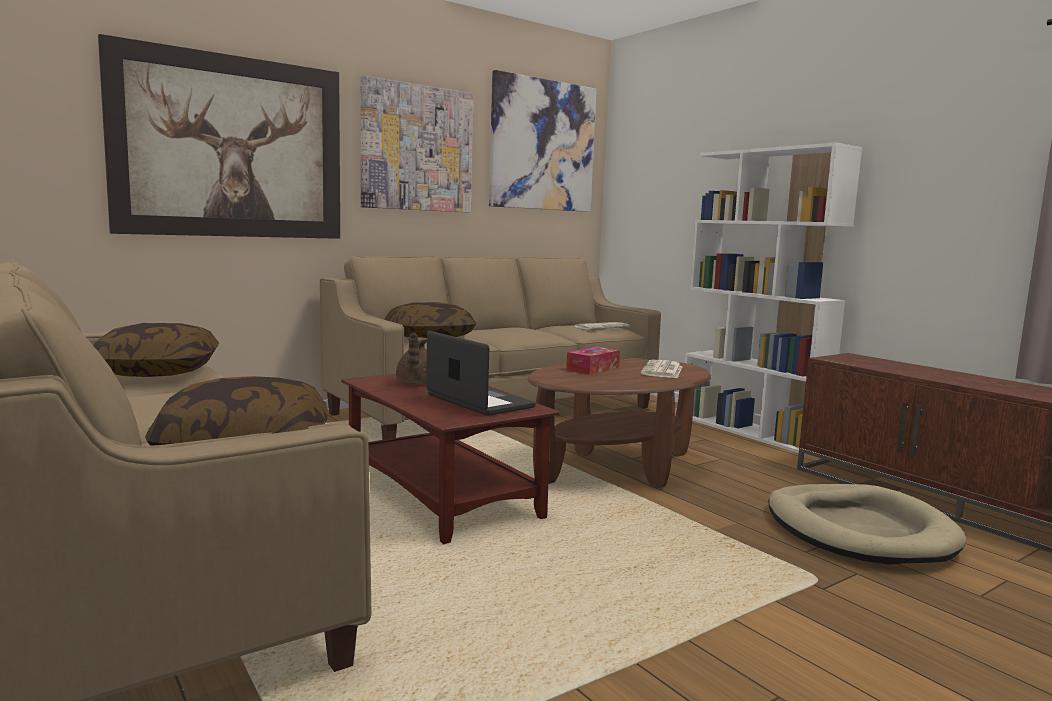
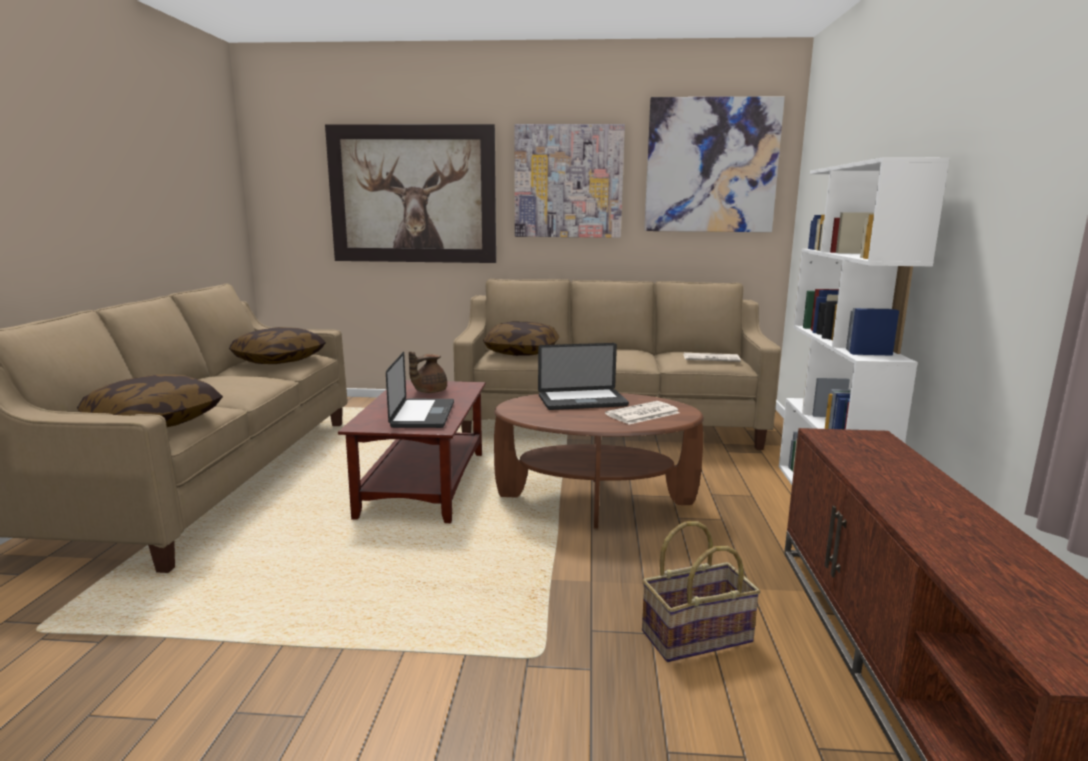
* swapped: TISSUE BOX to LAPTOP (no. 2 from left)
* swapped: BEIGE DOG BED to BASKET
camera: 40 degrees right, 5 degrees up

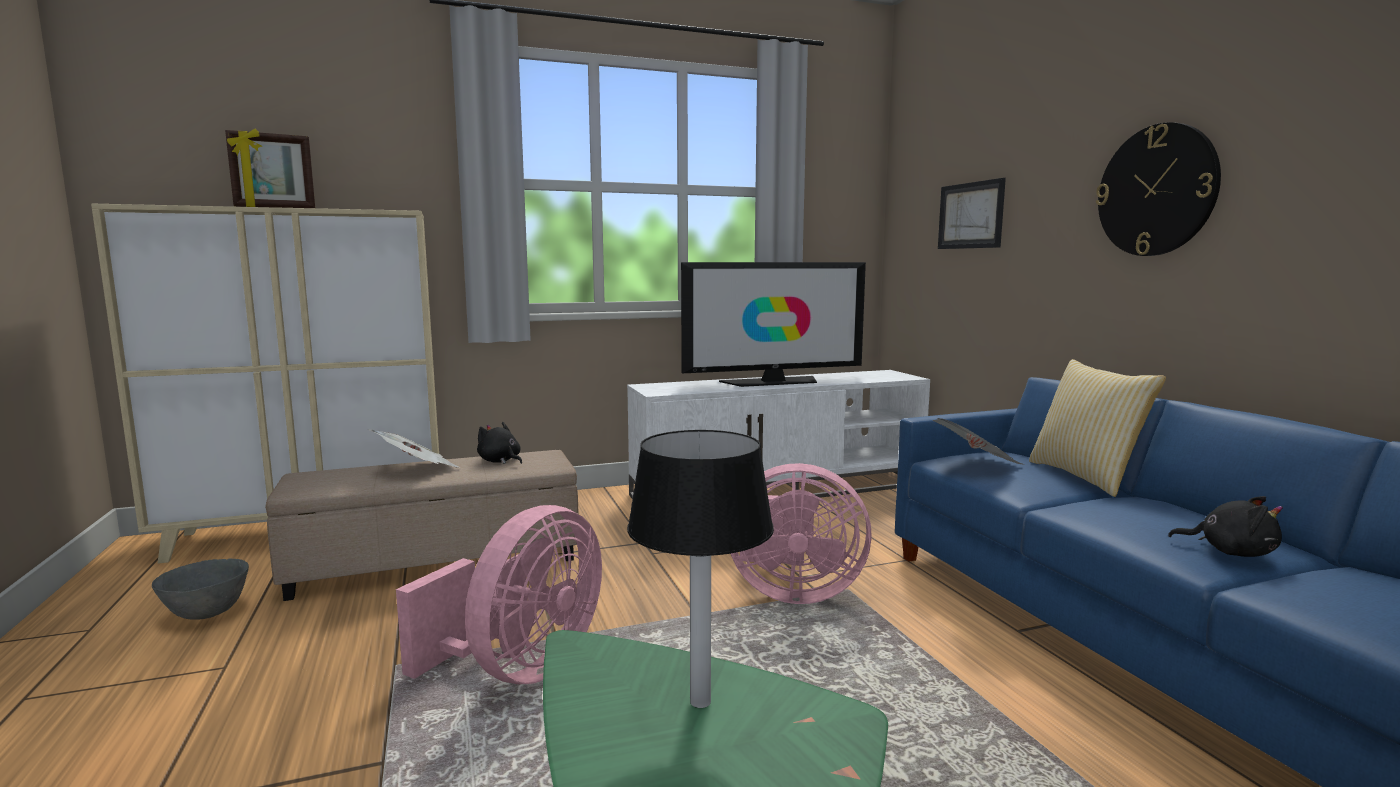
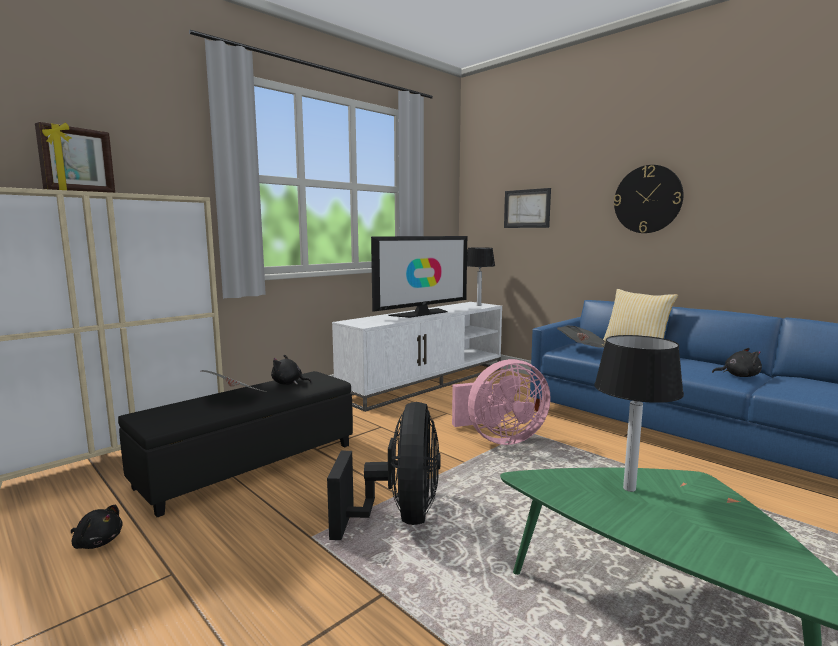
* swapped: GREY BOWL to BLACK PLUSH TOY (no. 1 from left)
* repainted: BEIGE OTTOMAN to BLACK OTTOMAN
* repainted: PINK FAN (no. 1 from left) to BLACK FAN
* new: TABLE LAMP (no. 1 from left)
camera: 25 degrees left, 0 degrees up

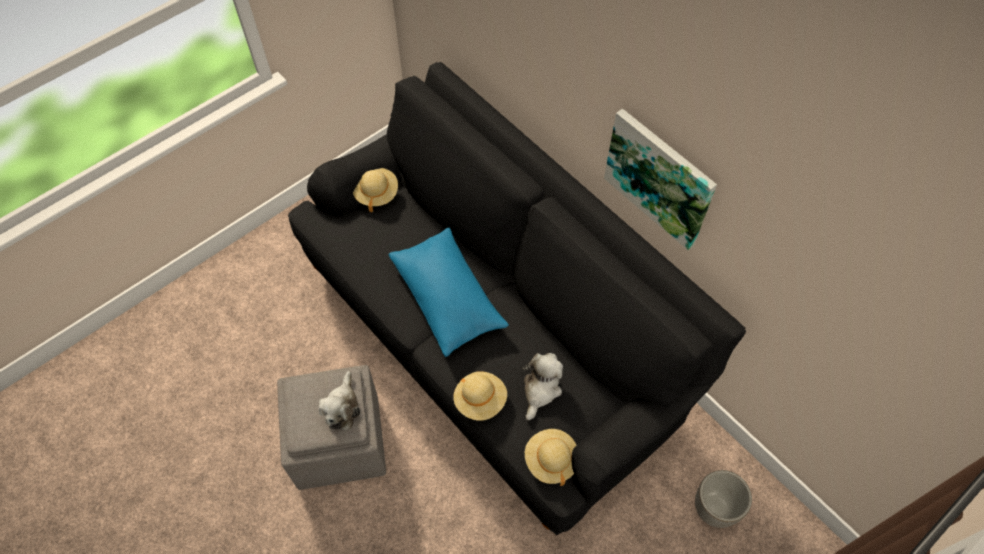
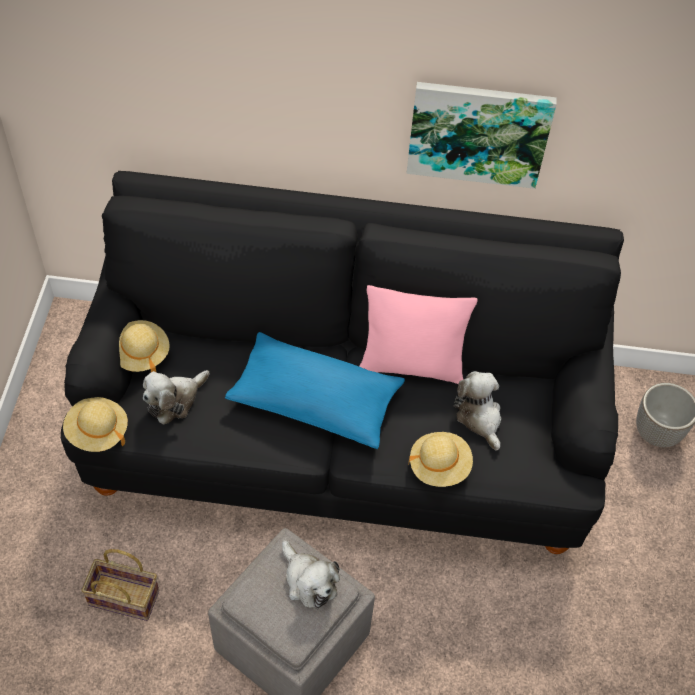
* shifted: BEIGE HAT (no. 3 from left in the first image) to BEIGE HAT (no. 1 from left)
* new: BASKET
* new: PLUSH TOY (no. 1 from left)
* new: PINK PILLOW
camera: 45 degrees left, 5 degrees down

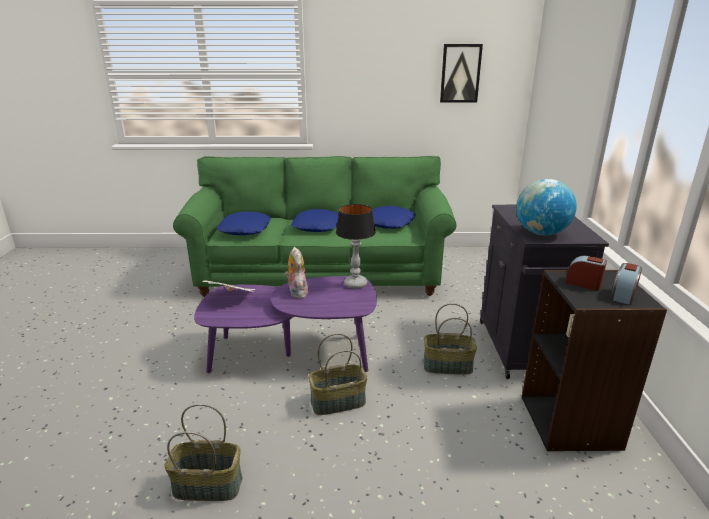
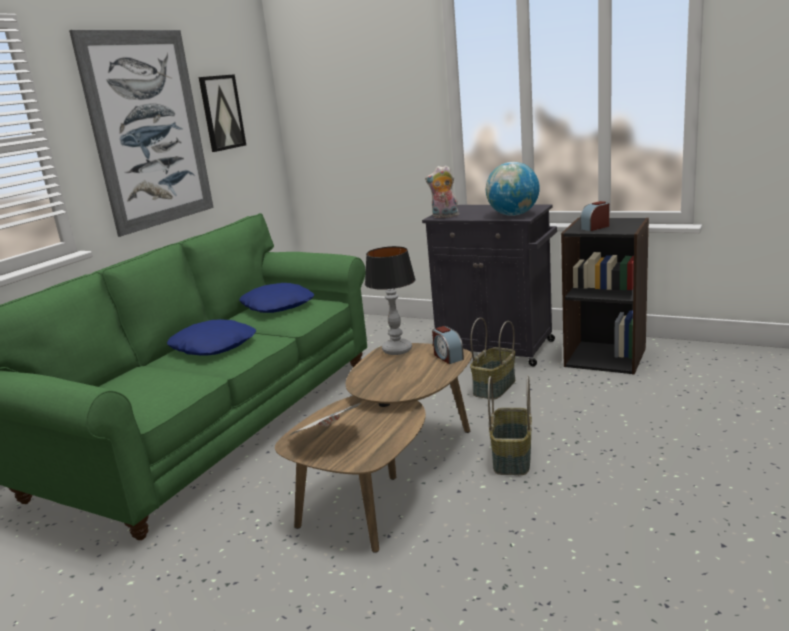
* new: PICTURE (no. 1 from left)
* repainted: PURPLE COFFEE TABLE to BROWN COFFEE TABLE
* shifted: PLUSH TOY
* shifted: ALARM CLOCK (no. 2 from left in the first image) to ALARM CLOCK (no. 1 from left)
* gone: BASKET (no. 1 from left)
* gone: BLUE PILLOW (no. 1 from left)
camera: 60 degrees left, 5 degrees down

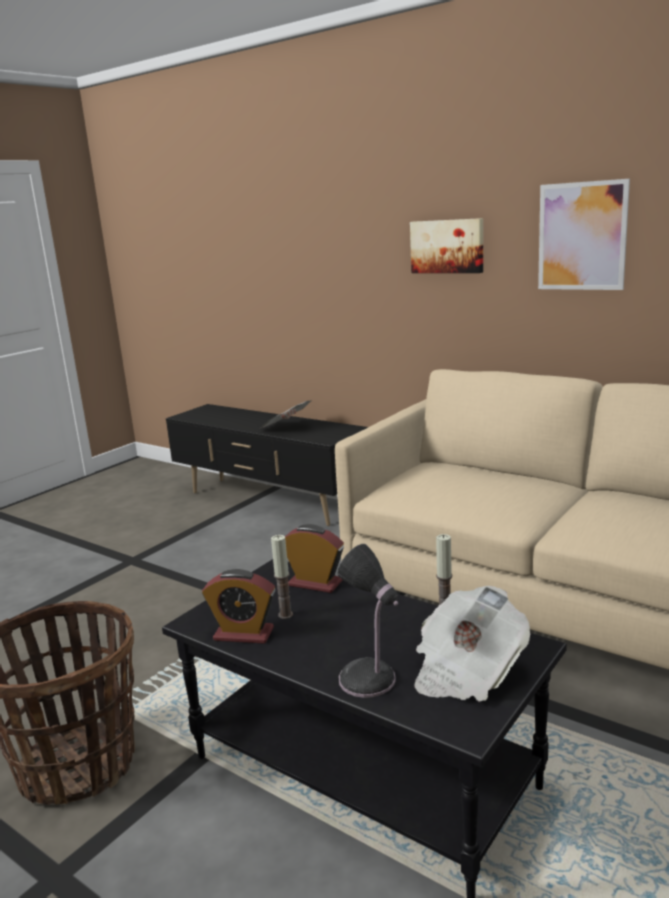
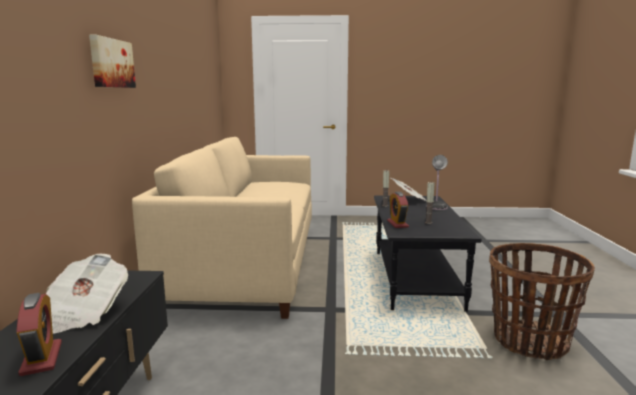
* shifted: ALARM CLOCK (no. 1 from left)
* gone: PICTURE (no. 2 from left)
camera: 125 degrees left, 5 degrees down

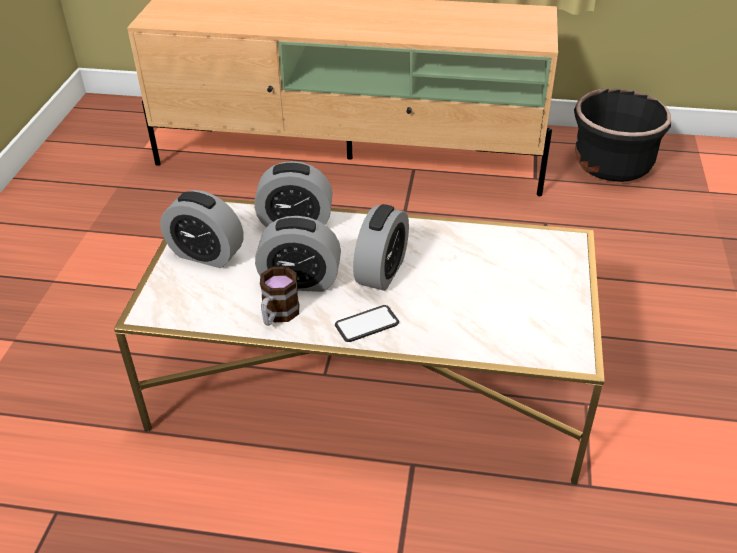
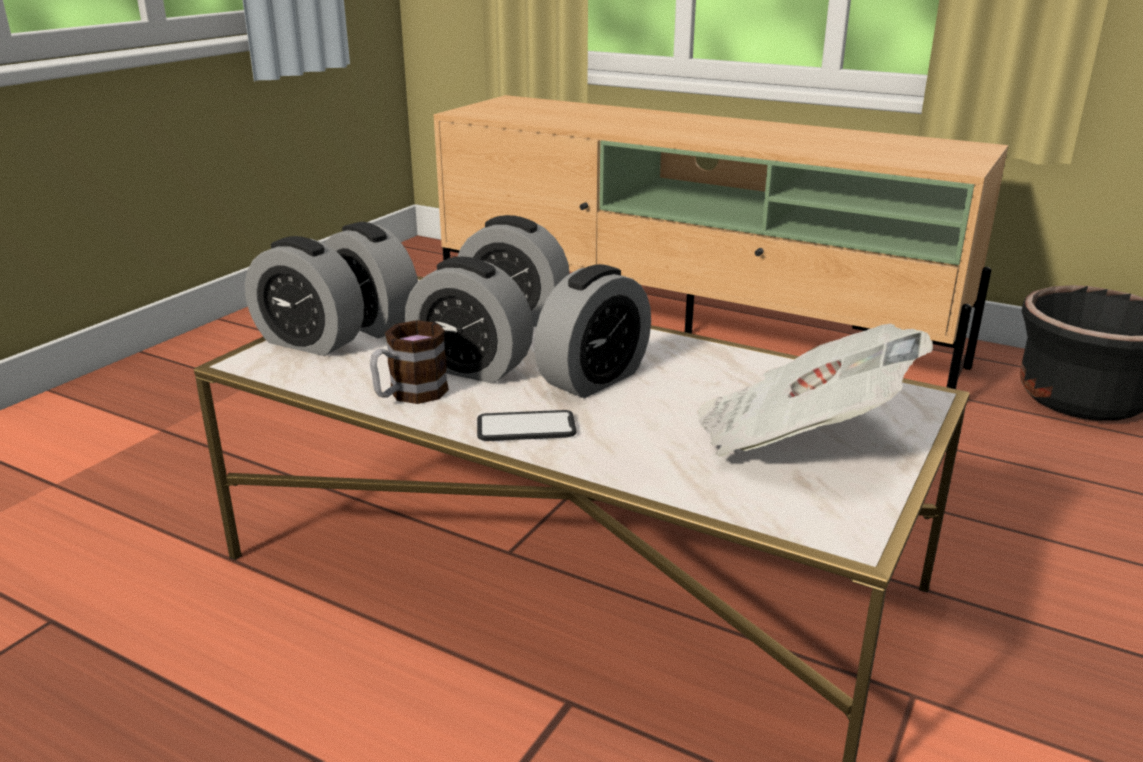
* new: ALARM CLOCK (no. 1 from left)
* new: NEWSPAPER
camera: 20 degrees right, 15 degrees down

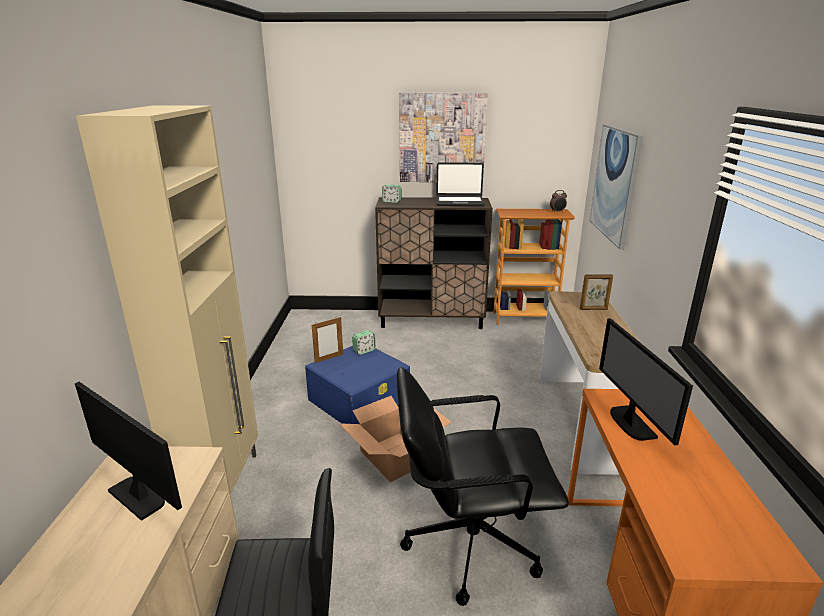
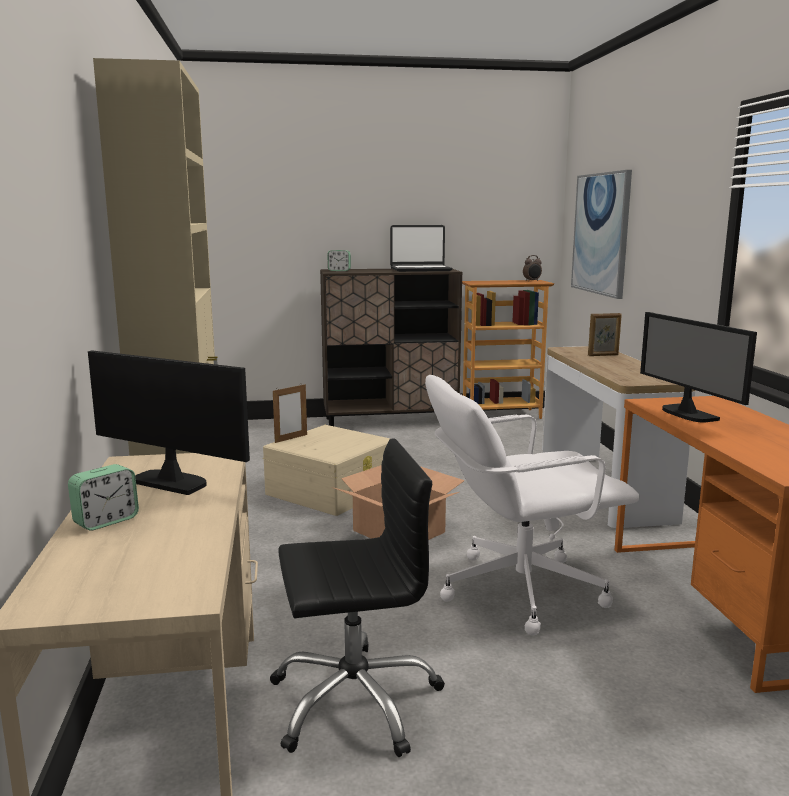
* shifted: ALARM CLOCK (no. 1 from left)
* repainted: BLUE STORAGE BOX to BEIGE STORAGE BOX
* repainted: BLACK OFFICE CHAIR (no. 2 from left) to WHITE OFFICE CHAIR
* gone: PICTURE (no. 1 from left)
camera: 10 degrees left, 10 degrees down

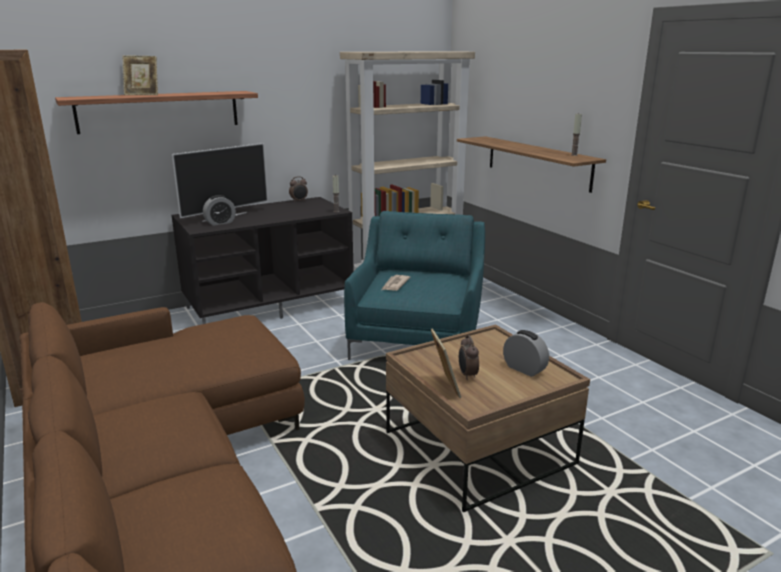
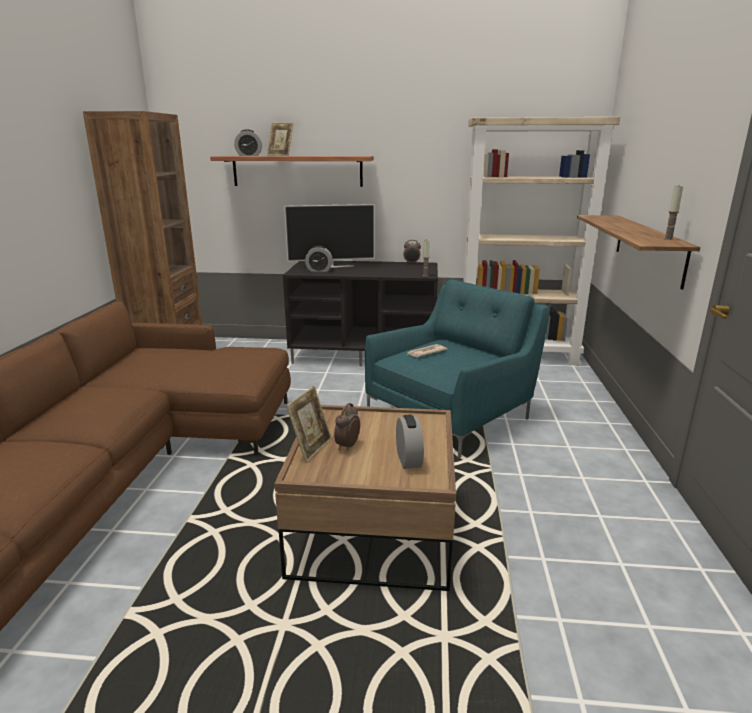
* new: ALARM CLOCK (no. 1 from left)
camera: 35 degrees right, 0 degrees up

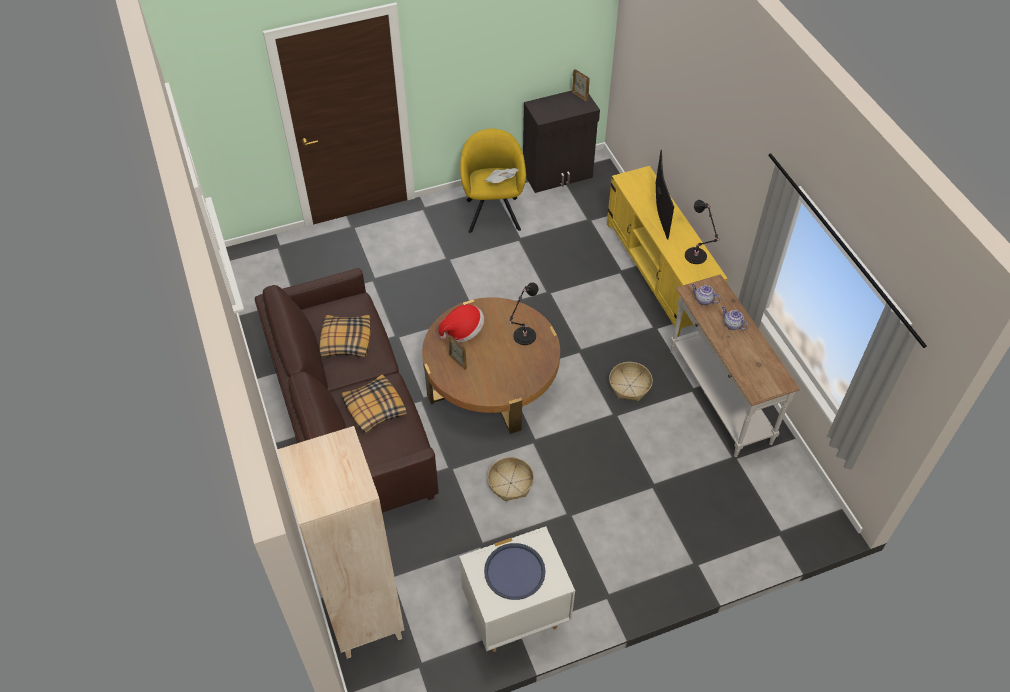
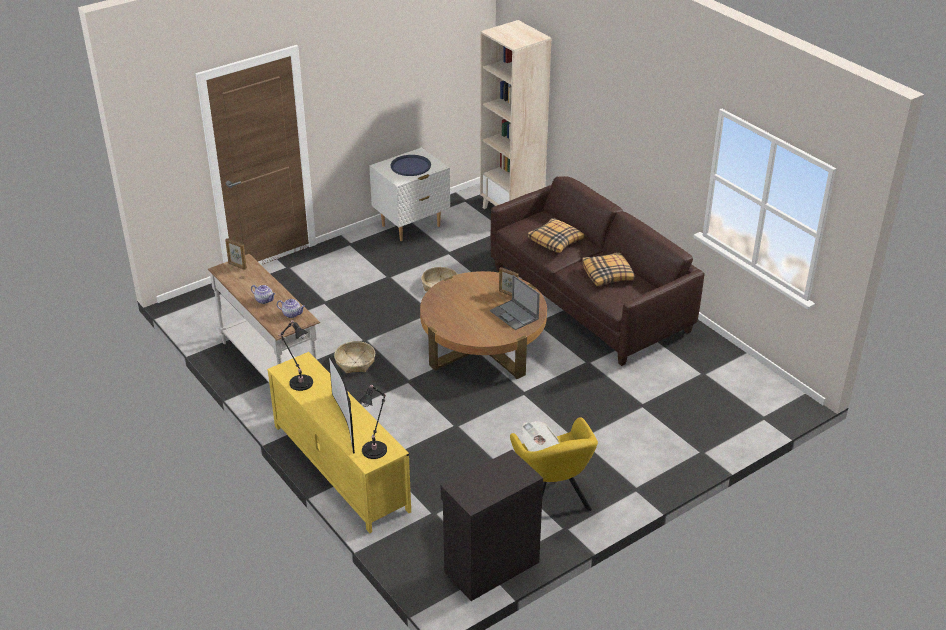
* shifted: PICTURE FRAME (no. 2 from left in the first image) to PICTURE FRAME (no. 1 from left)
* shifted: BLACK TABLE LAMP (no. 1 from left in the first image) to BLACK TABLE LAMP (no. 2 from left)
* swapped: HAT to LAPTOP
camera: 165 degrees right, 15 degrees down

